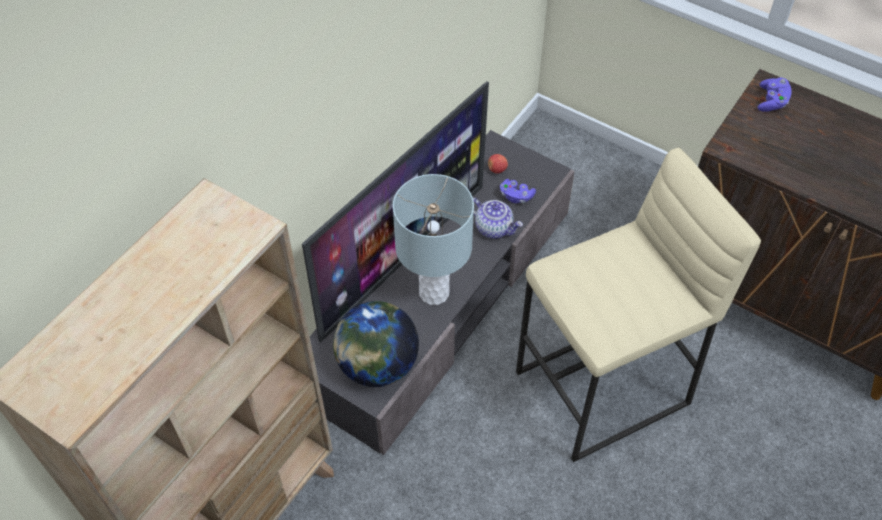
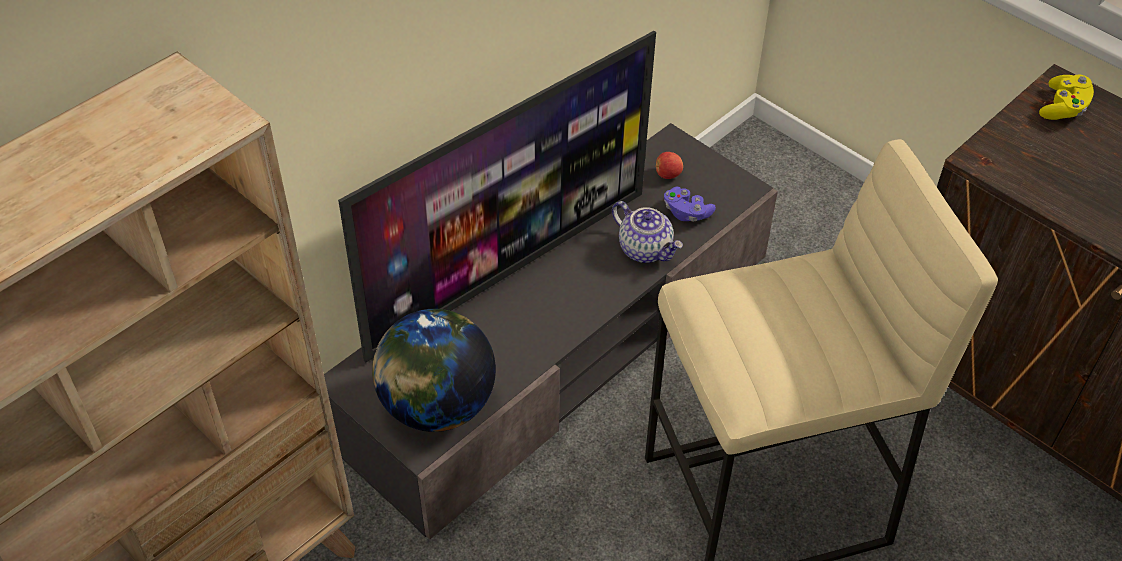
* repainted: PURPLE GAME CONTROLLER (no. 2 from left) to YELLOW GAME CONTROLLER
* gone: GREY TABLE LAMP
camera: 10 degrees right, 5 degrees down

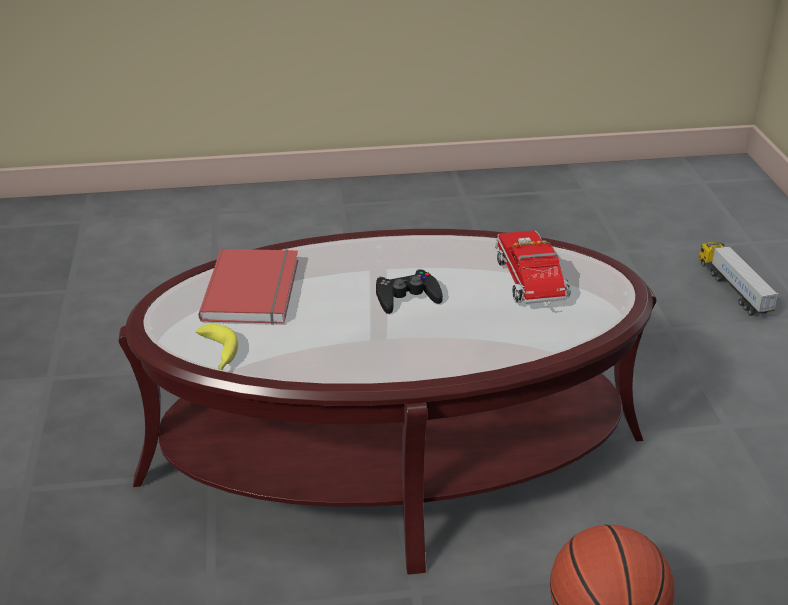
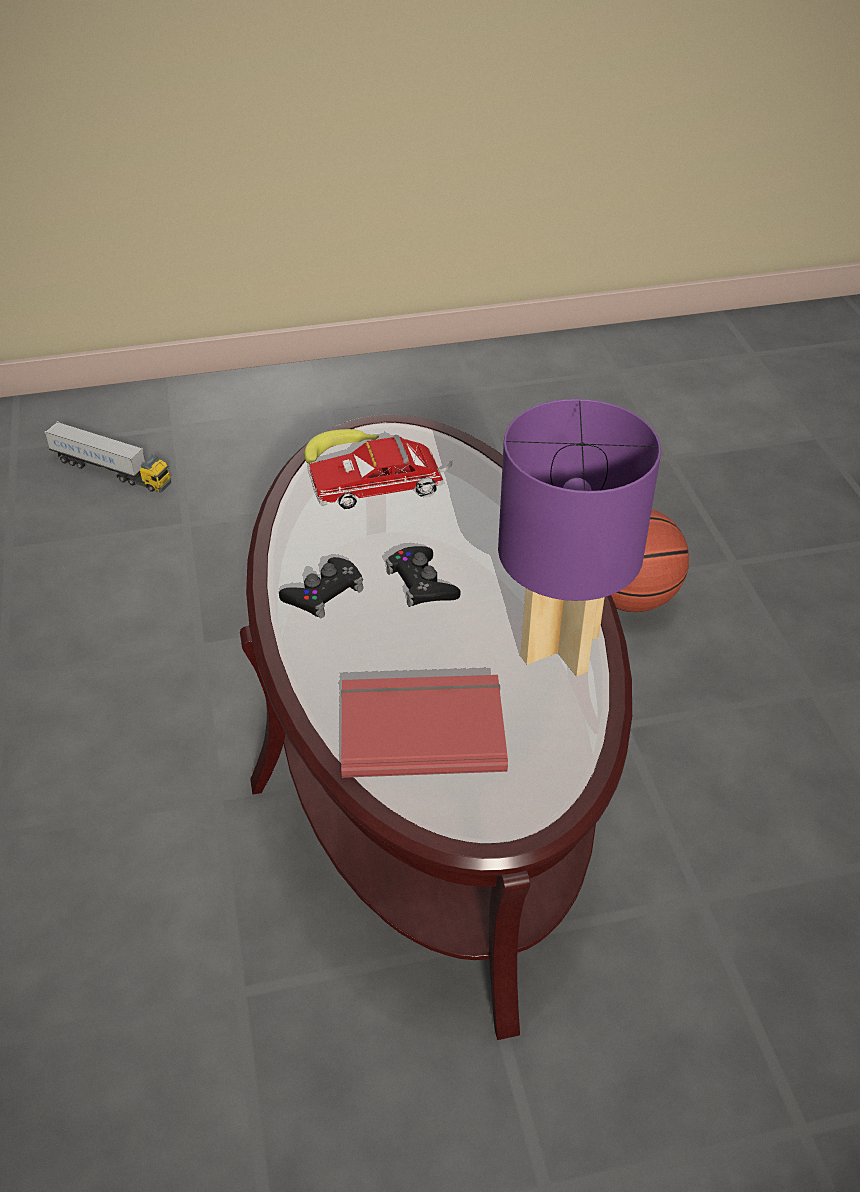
* rotated: TOY TRUCK (no. 2 from left in the first image) 135 degrees counterclockwise
* new: BLACK GAME CONTROLLER (no. 1 from left)
* shifted: BANANA
* new: PURPLE TABLE LAMP
camera: 95 degrees left, 10 degrees up

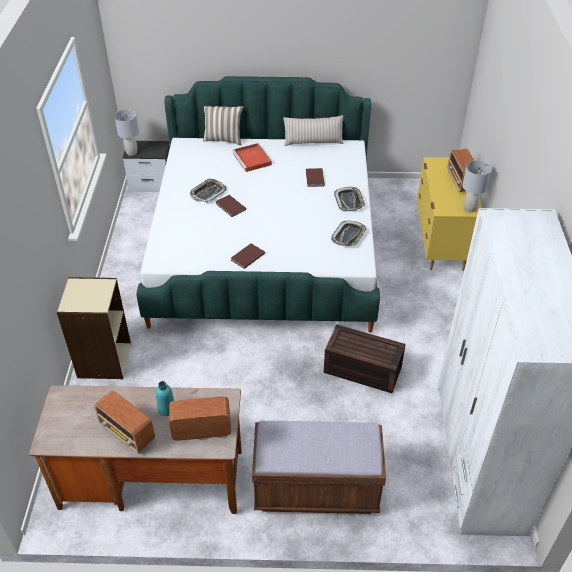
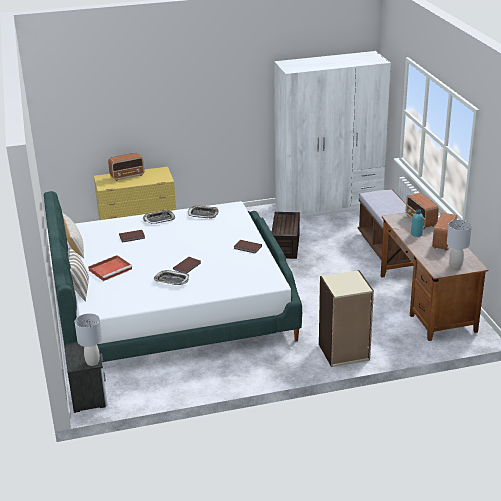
* shifted: GREY TABLE LAMP (no. 2 from left)
camera: 105 degrees left, 15 degrees down

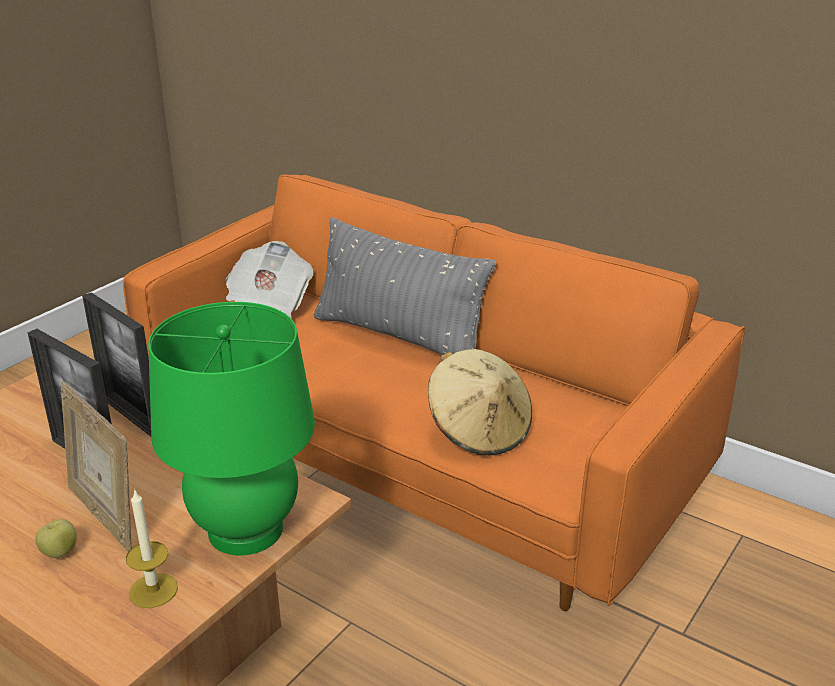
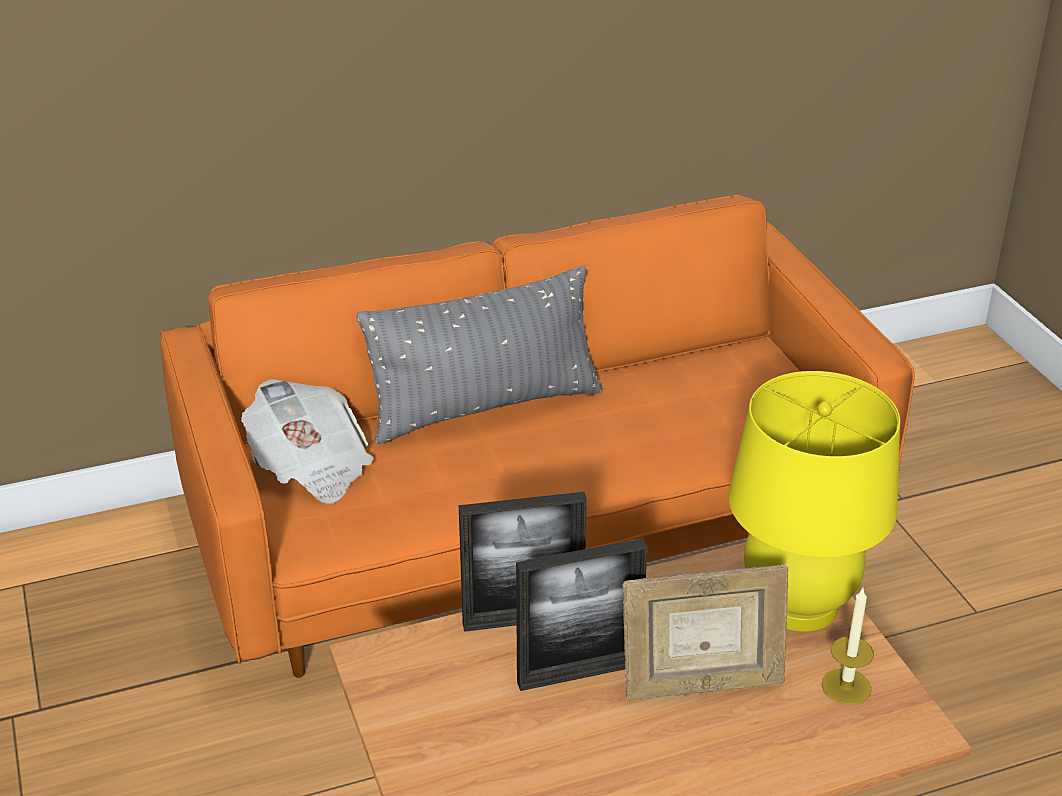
* repainted: GREEN TABLE LAMP to YELLOW TABLE LAMP
* gone: APPLE
* gone: BEIGE HAT
camera: 55 degrees left, 5 degrees up

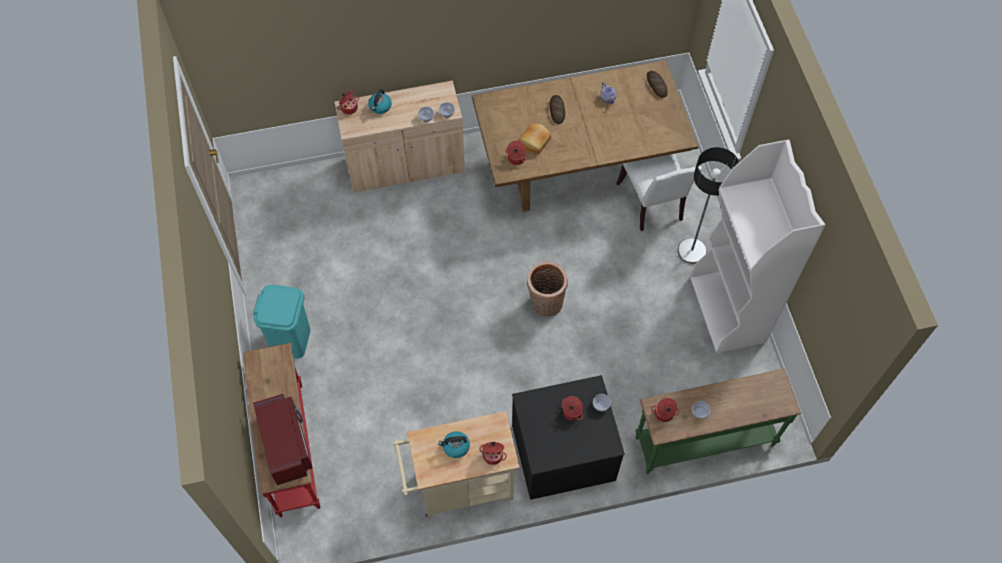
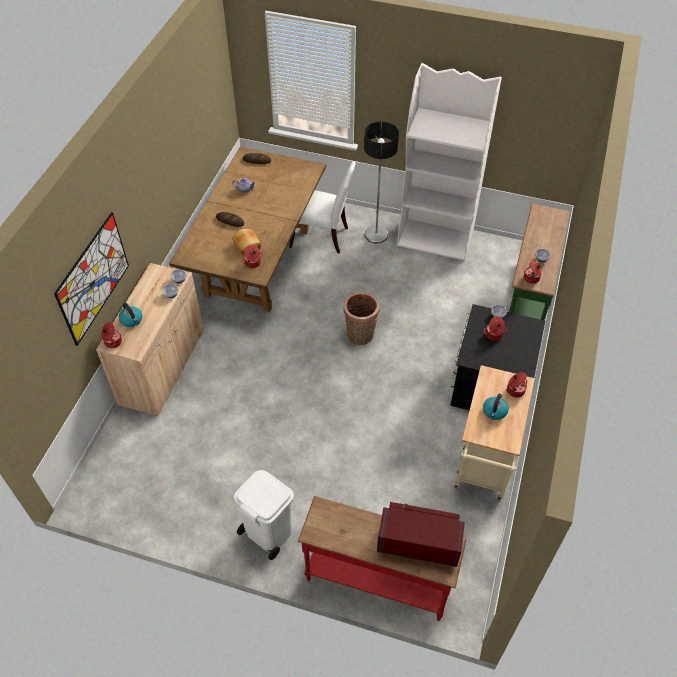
* new: PICTURE
* repainted: TURQUOISE TRASH CAN to WHITE TRASH CAN
camera: 60 degrees left, 10 degrees down

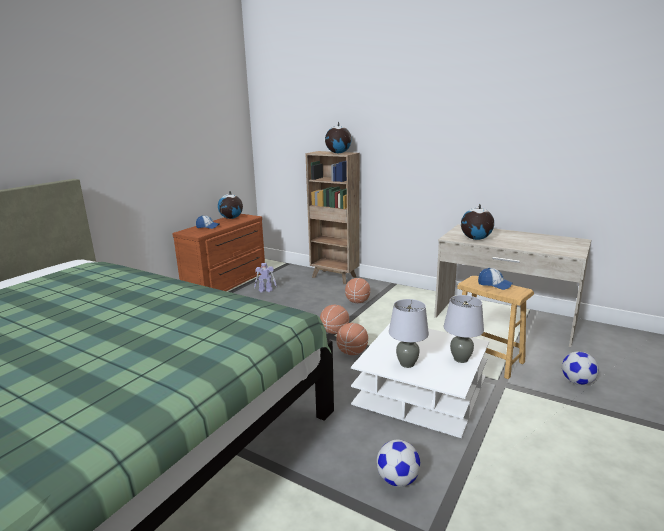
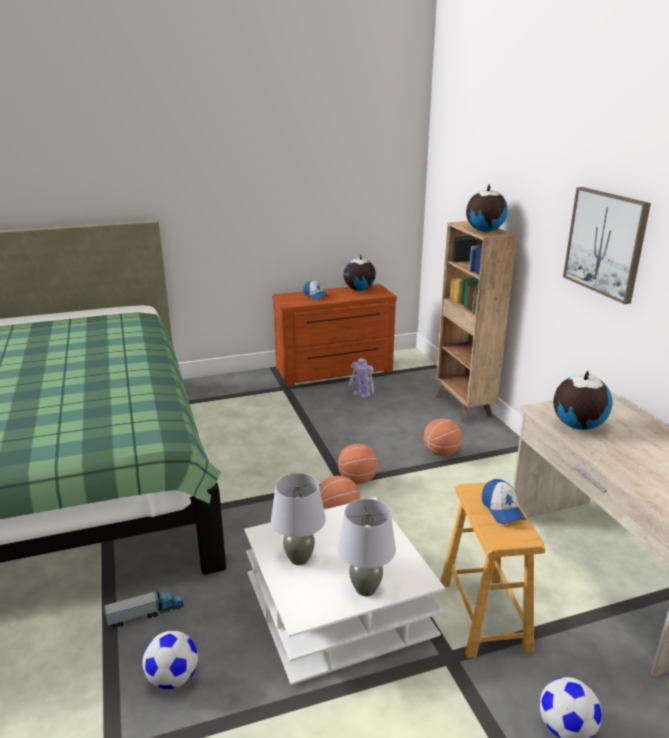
* new: TOY TRUCK
* new: PICTURE
camera: 40 degrees right, 5 degrees up

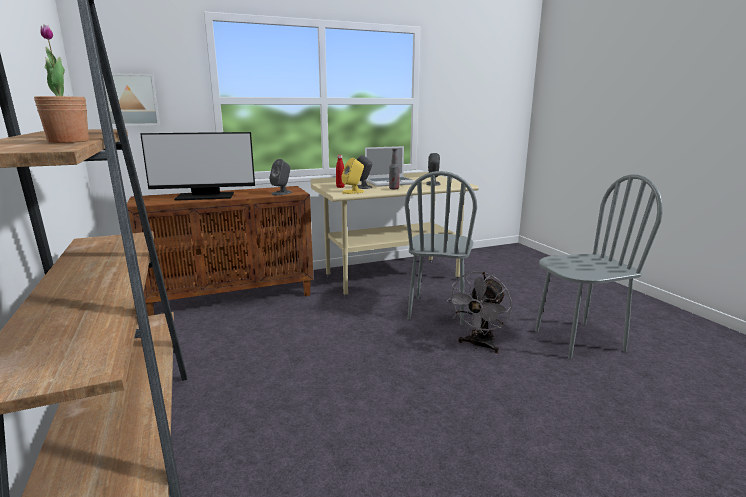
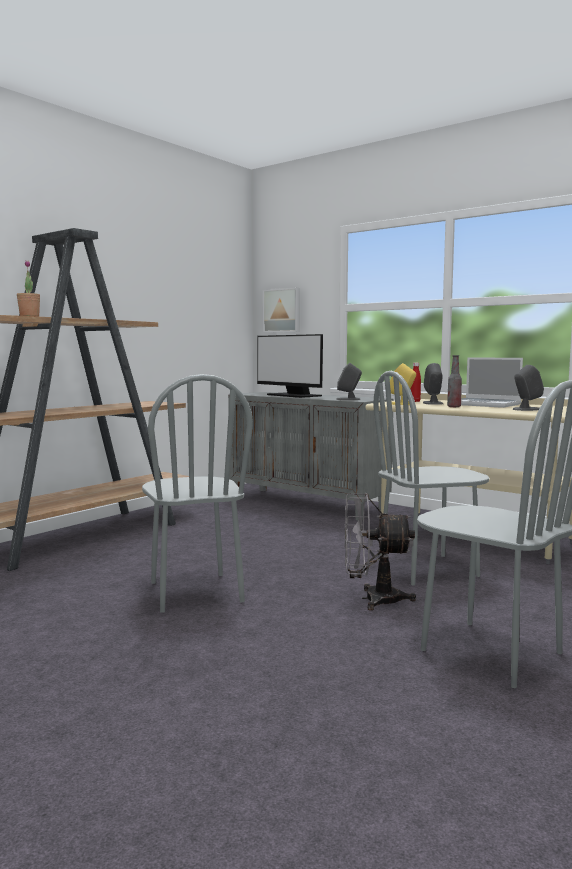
* new: GREY CHAIR (no. 1 from left)
* repainted: BROWN CABINET to GREY CABINET
camera: 60 degrees right, 10 degrees down

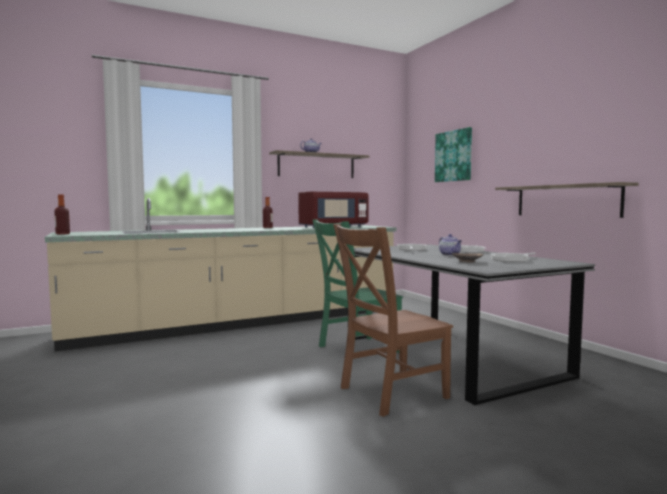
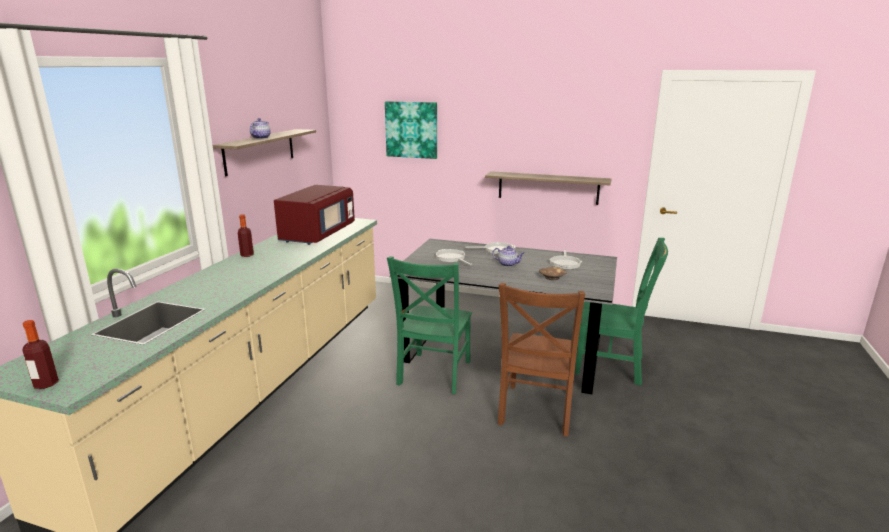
* new: GREEN CHAIR (no. 2 from left)
camera: 45 degrees left, 15 degrees up

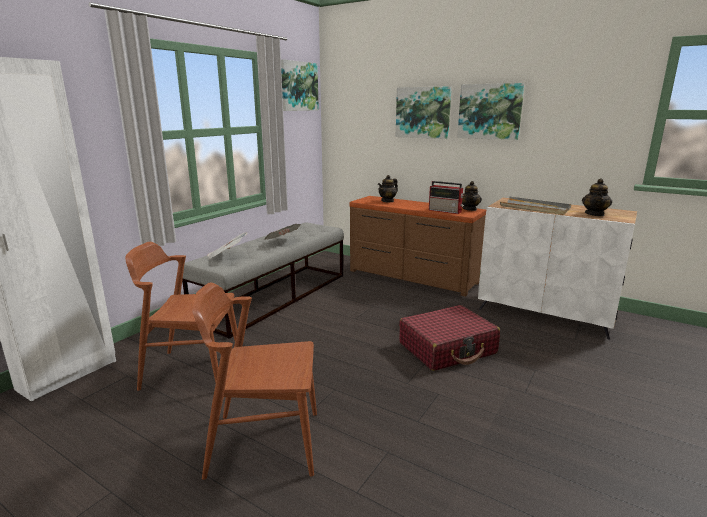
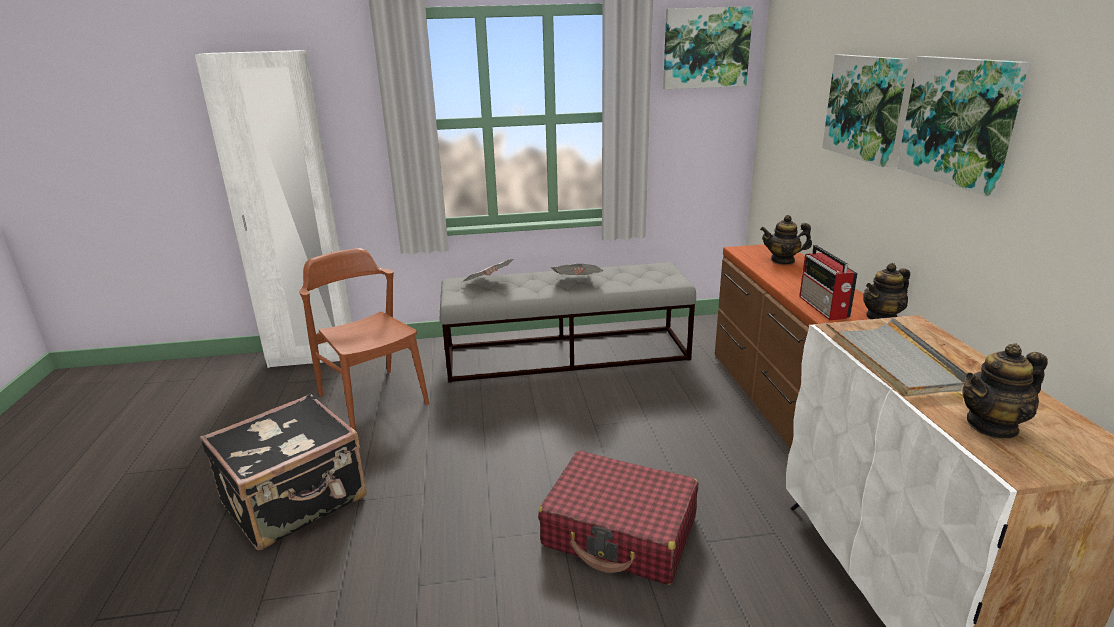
* swapped: BROWN CHAIR (no. 2 from left) to BLACK SUITCASE
camera: 50 degrees right, 5 degrees up

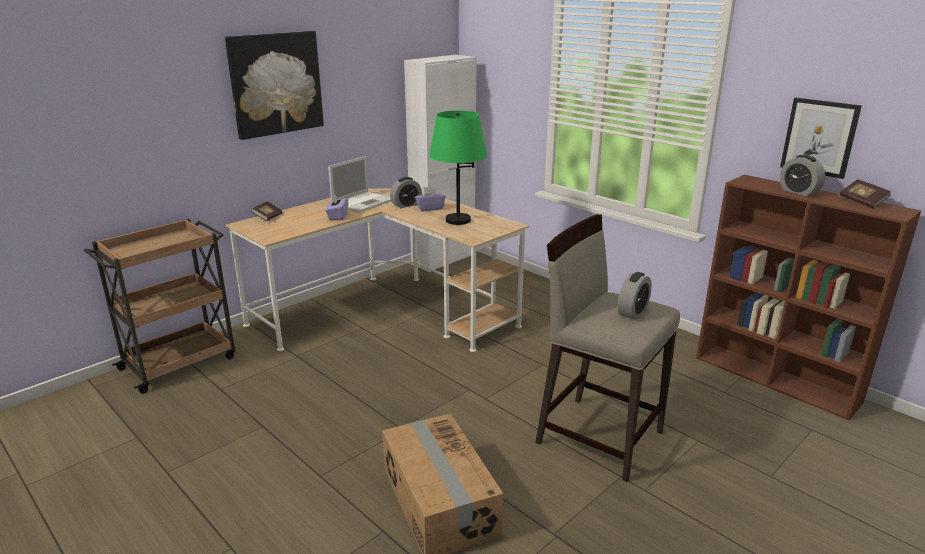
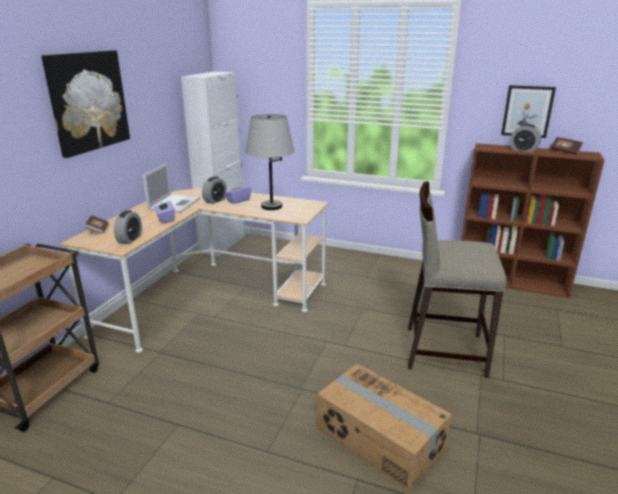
* shifted: ALARM CLOCK (no. 2 from left in the first image) to ALARM CLOCK (no. 1 from left)
* repainted: GREEN TABLE LAMP to GREY TABLE LAMP
camera: 25 degrees left, 0 degrees up

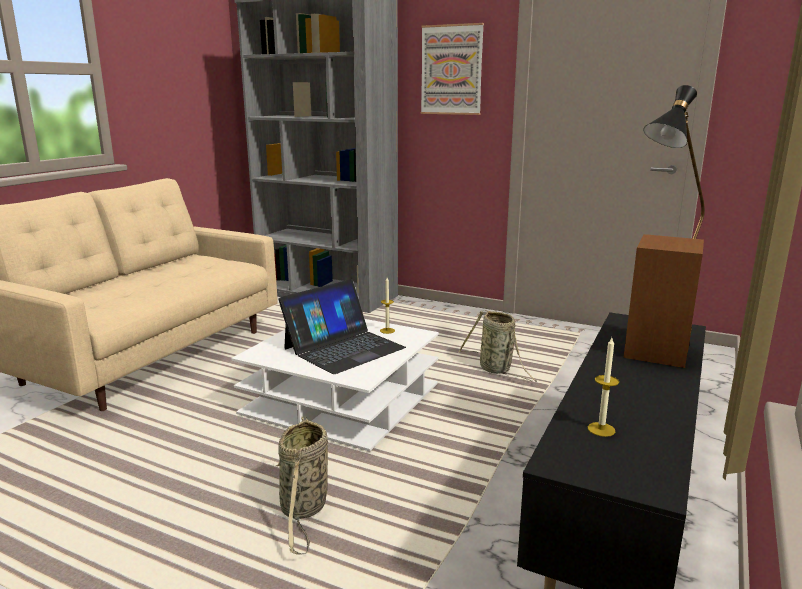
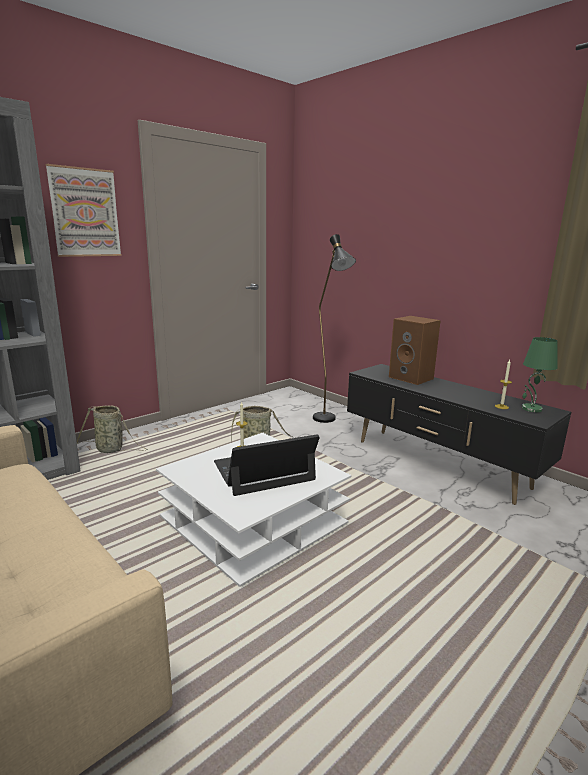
* shifted: BASKET (no. 1 from left)
* rotated: LAPTOP 90 degrees counterclockwise
* new: GREEN TABLE LAMP
camera: 70 degrees left, 0 degrees up

